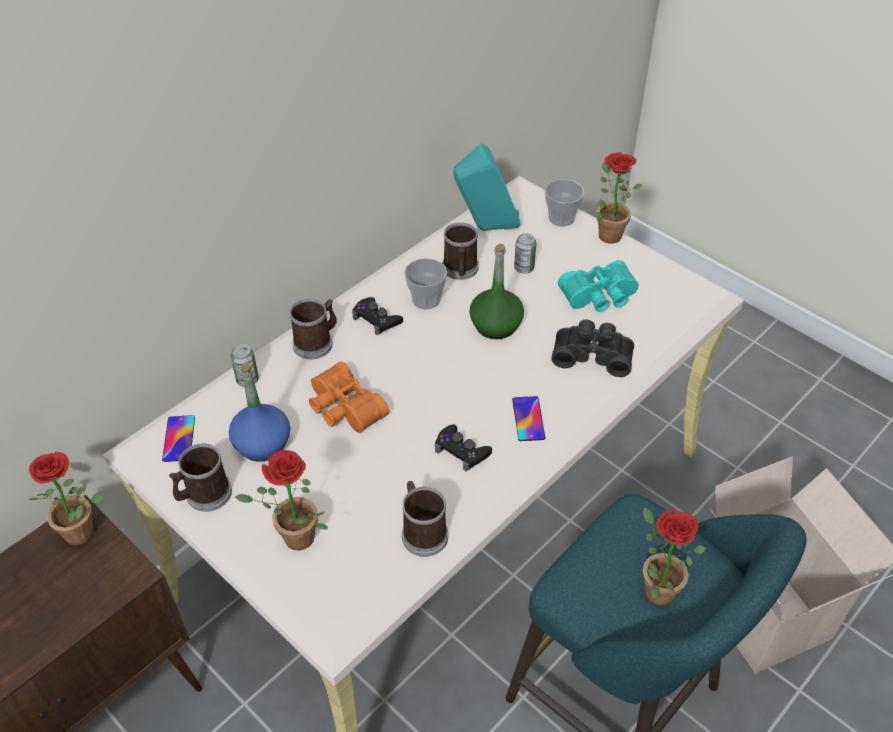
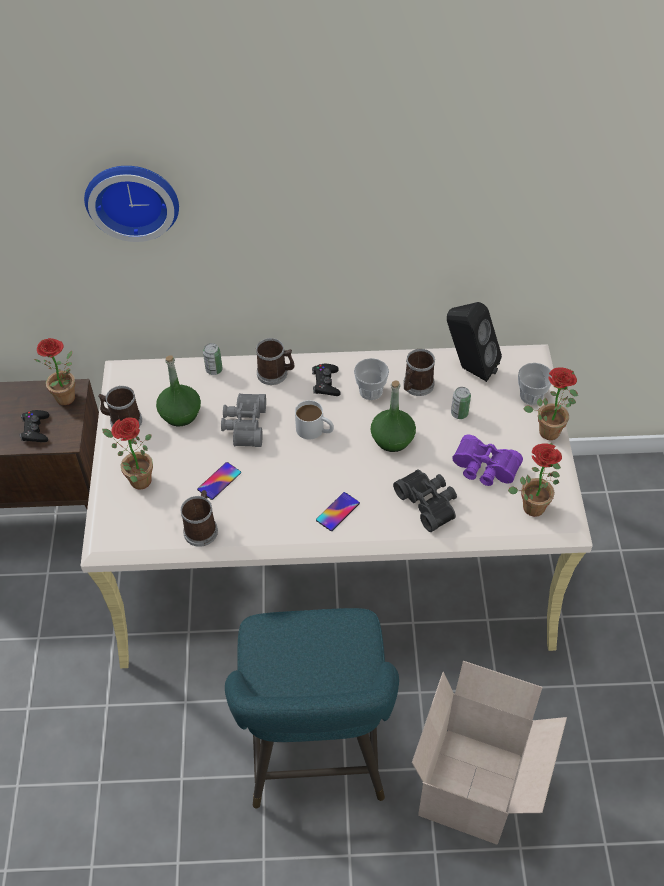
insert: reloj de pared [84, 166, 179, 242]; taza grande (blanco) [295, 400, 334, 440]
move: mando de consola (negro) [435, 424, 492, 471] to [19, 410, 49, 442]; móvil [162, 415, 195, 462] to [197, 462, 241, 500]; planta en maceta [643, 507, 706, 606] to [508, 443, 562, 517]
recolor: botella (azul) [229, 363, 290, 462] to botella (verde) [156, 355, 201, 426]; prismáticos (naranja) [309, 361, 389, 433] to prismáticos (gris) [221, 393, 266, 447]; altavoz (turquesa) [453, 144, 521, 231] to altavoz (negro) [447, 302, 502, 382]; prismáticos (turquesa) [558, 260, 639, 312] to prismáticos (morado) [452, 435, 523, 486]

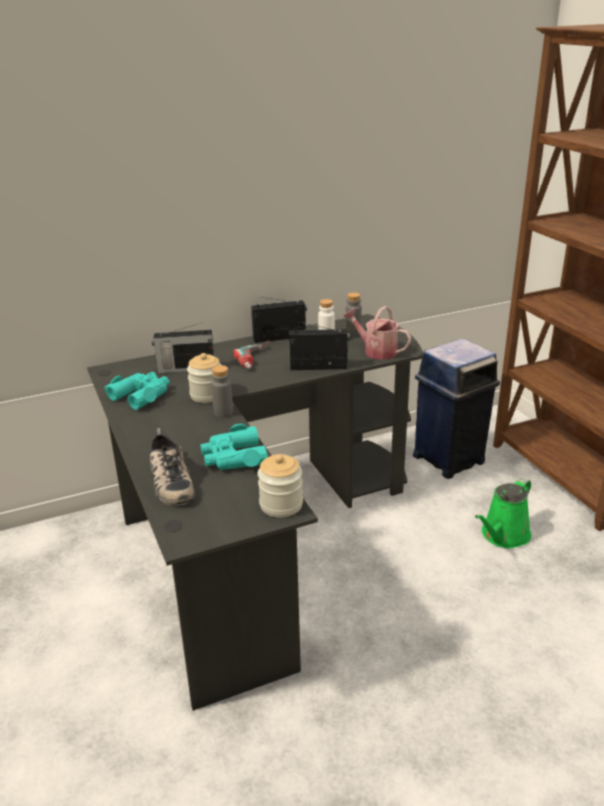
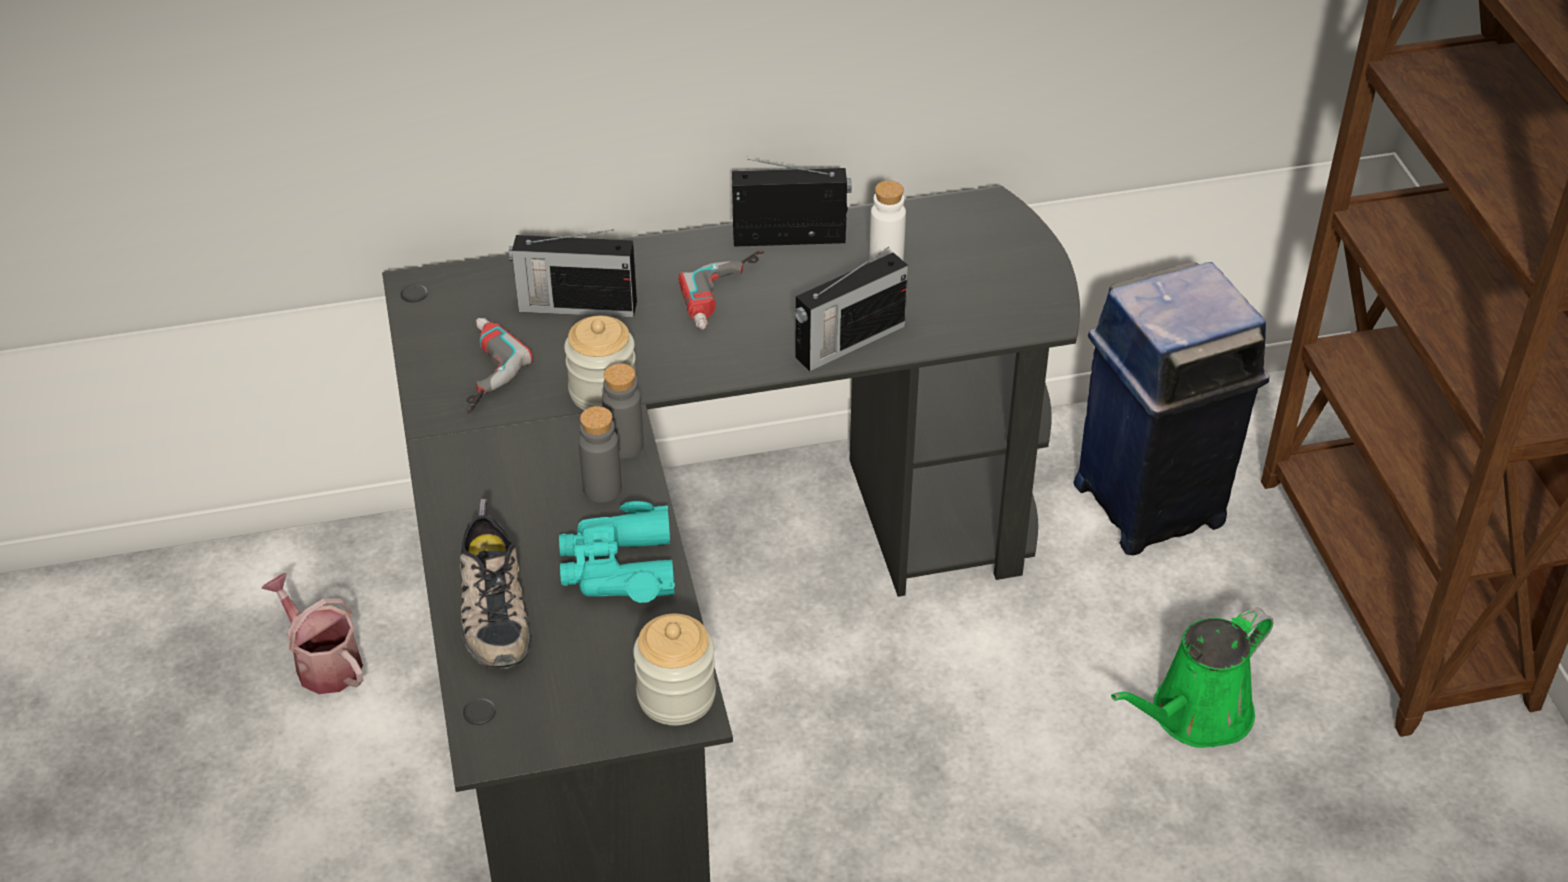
move: regadera [343, 306, 411, 360] to [261, 573, 363, 694]; botella (gris) [345, 292, 362, 336] to [579, 406, 622, 503]
replace: prismáticos (turquesa) [104, 372, 170, 410] to taladro [466, 318, 533, 414]
rotate: radio [289, 322, 350, 370] = [794, 247, 908, 371] 135 degrees clockwise

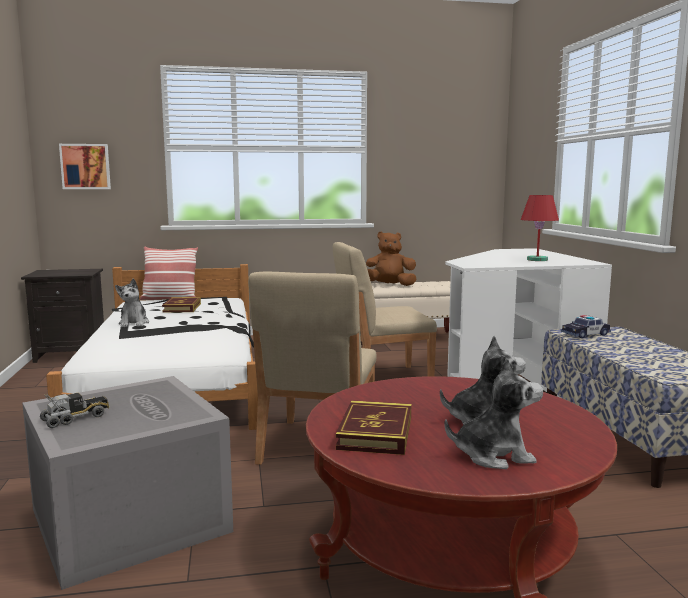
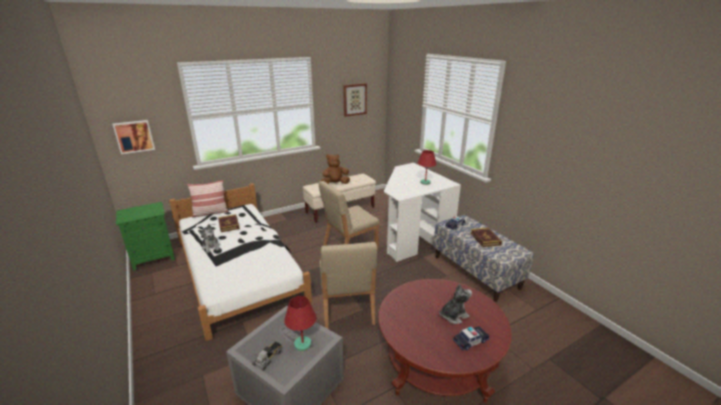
insert: lámpara de mesa (rojo) [284, 296, 317, 351]; cuadro [343, 83, 367, 117]
move: libro [336, 400, 411, 455] to [470, 227, 502, 247]
replace: peluche [444, 358, 543, 469] to coche de juguete [453, 326, 490, 350]
recolor: mesita de noche (negro) [21, 269, 104, 363] to mesita de noche (verde) [116, 202, 175, 271]

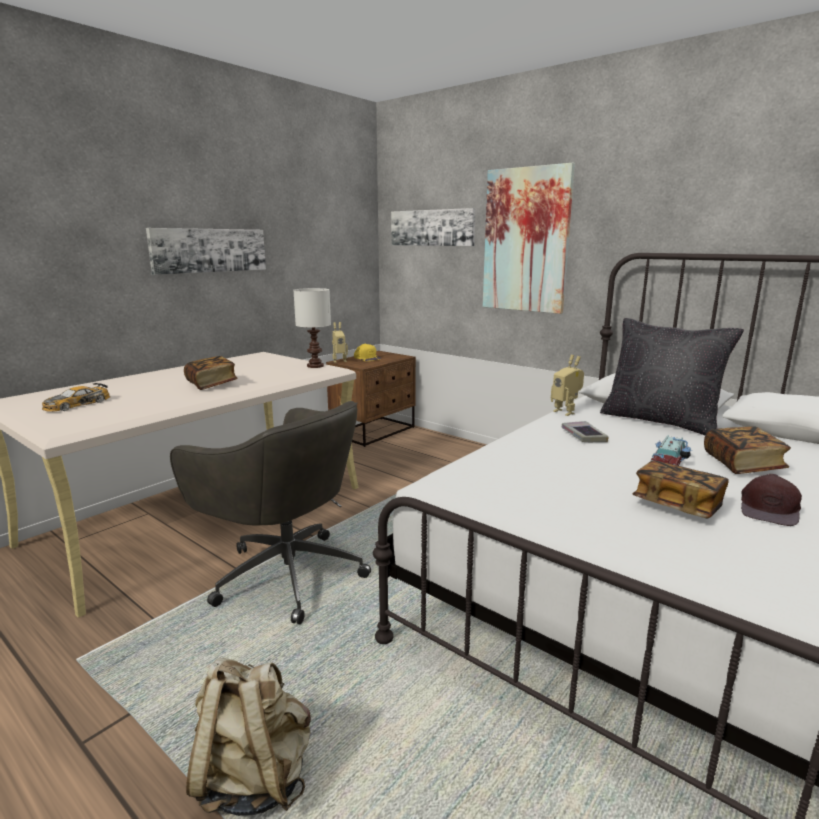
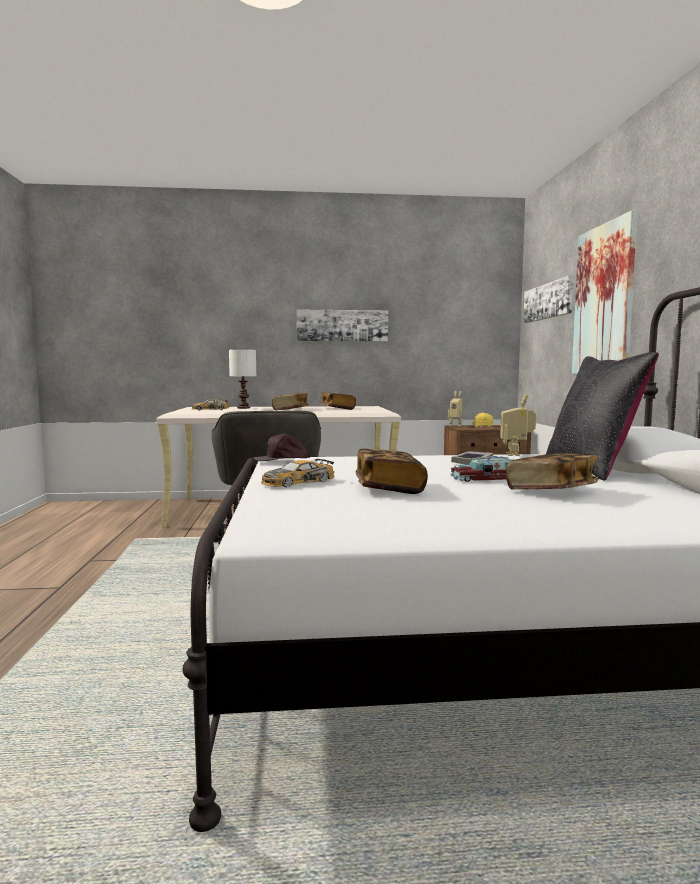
delete: mochila (beis) [186, 658, 311, 816]
insert: coche de juguete [261, 459, 335, 488]; libro [320, 392, 356, 410]
move: lámpara de mesa (blanco) [293, 288, 331, 368] to [229, 349, 256, 409]; gorra (marrón) [741, 474, 802, 526] to [254, 433, 310, 461]

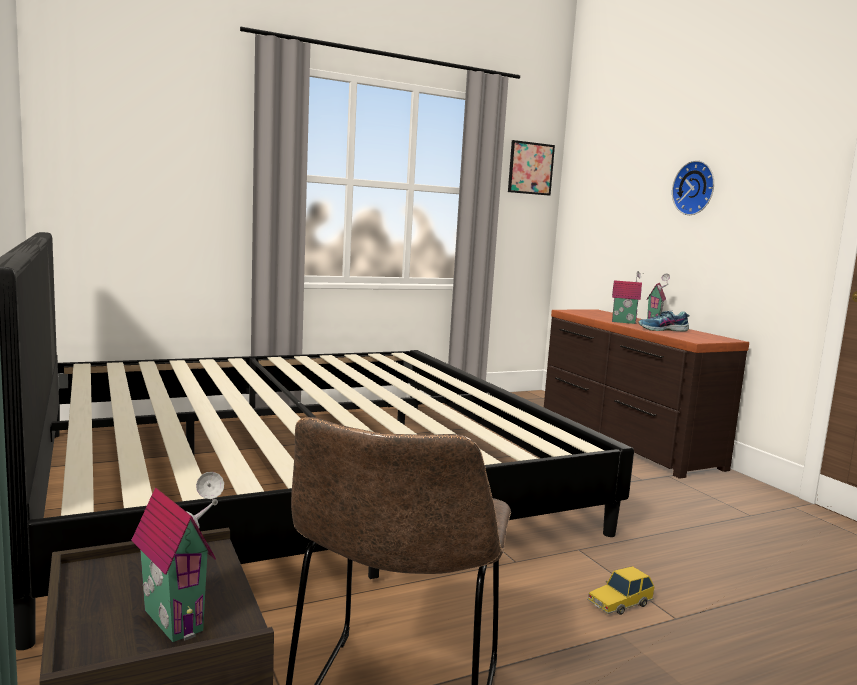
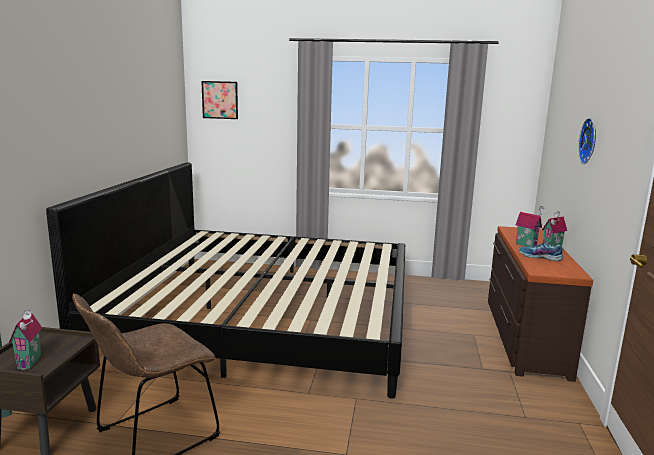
delete: coche de juguete [587, 566, 655, 615]
move: cuadro [508, 140, 555, 196] to [201, 81, 238, 119]

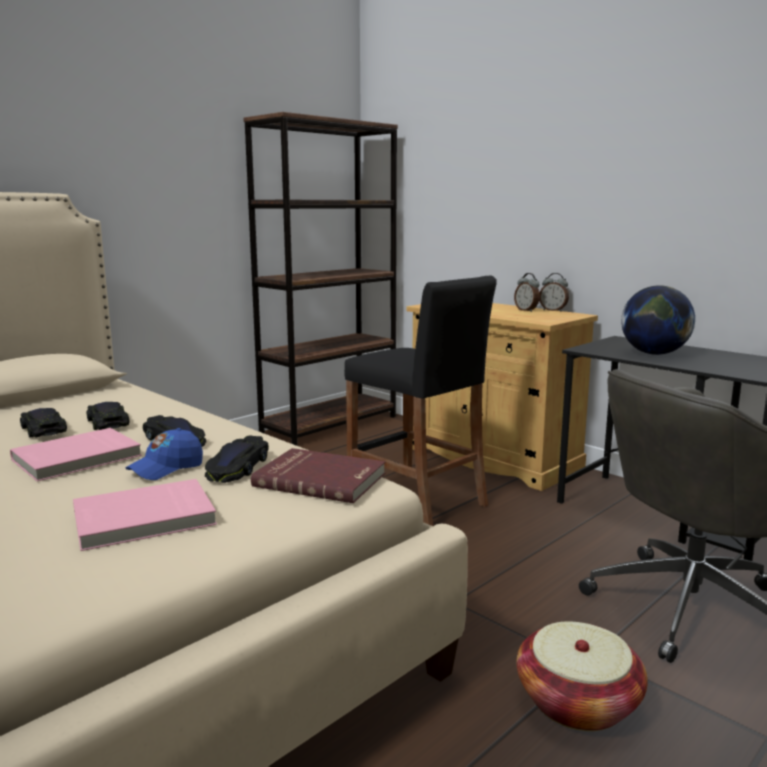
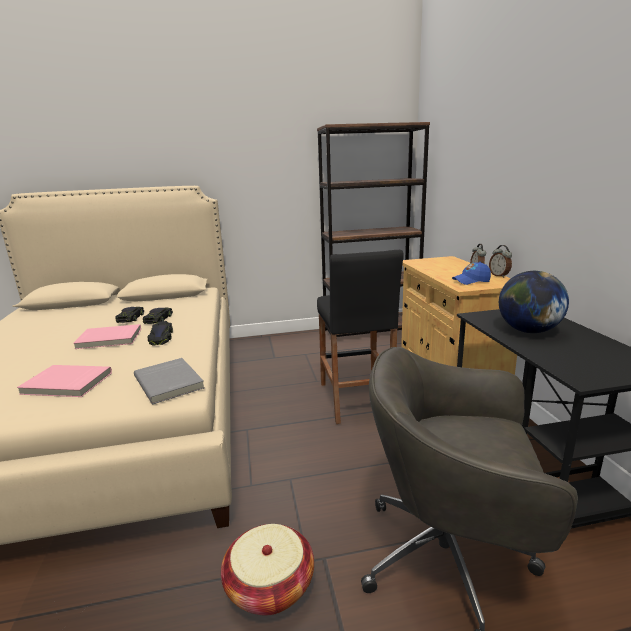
delete: coche de juguete (negro) [205, 435, 269, 483]
move: gorra (azul) [125, 428, 203, 480] to [452, 262, 491, 285]
recolor: libro (rojo) [251, 448, 385, 503] to libro (gris) [134, 358, 205, 404]

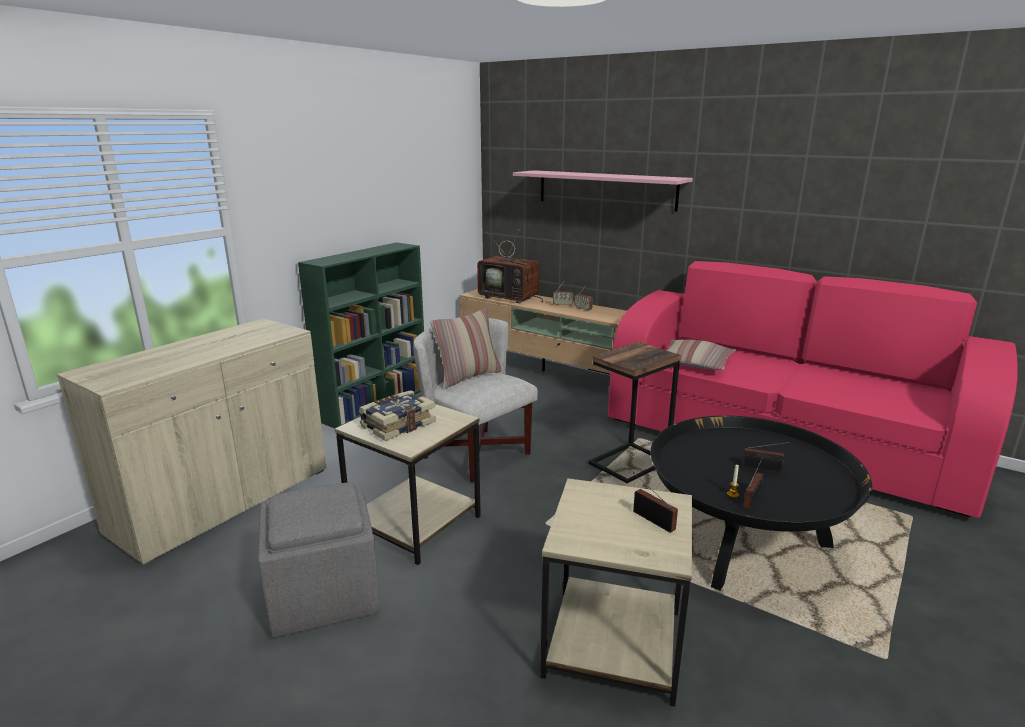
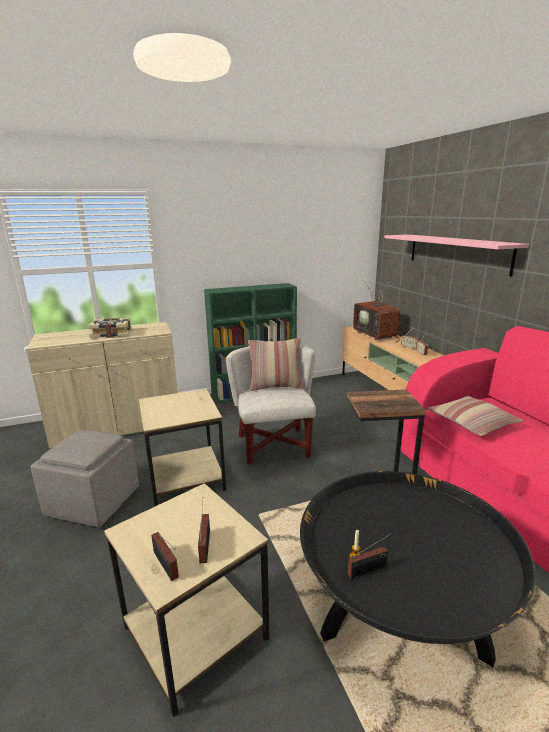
move: libro [359, 390, 436, 441] to [88, 318, 132, 338]; radio [742, 442, 791, 473] to [151, 532, 179, 581]

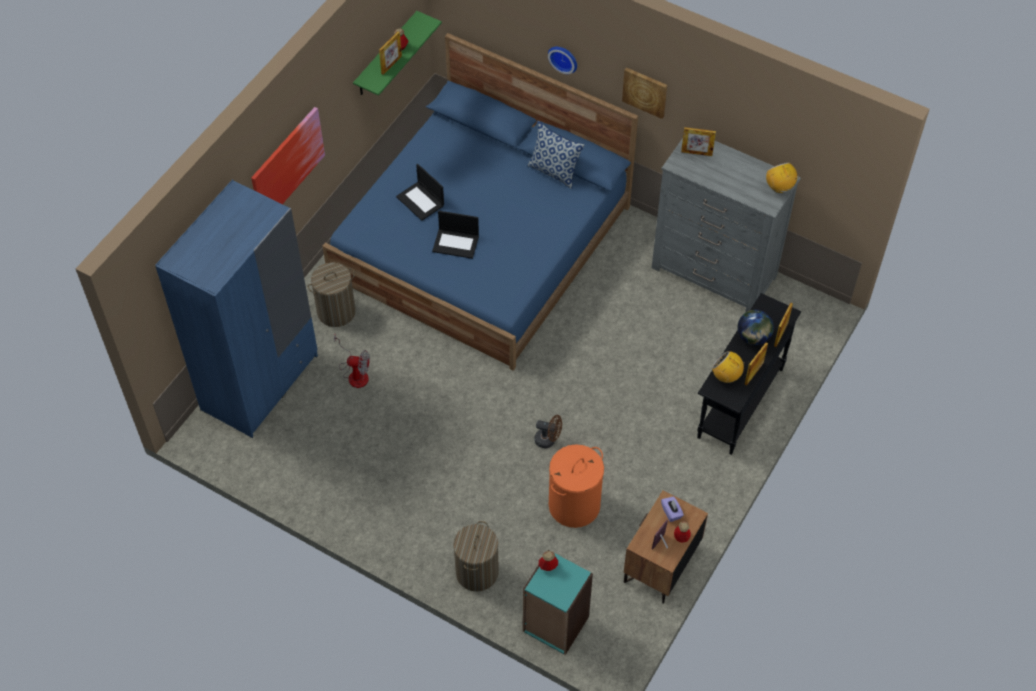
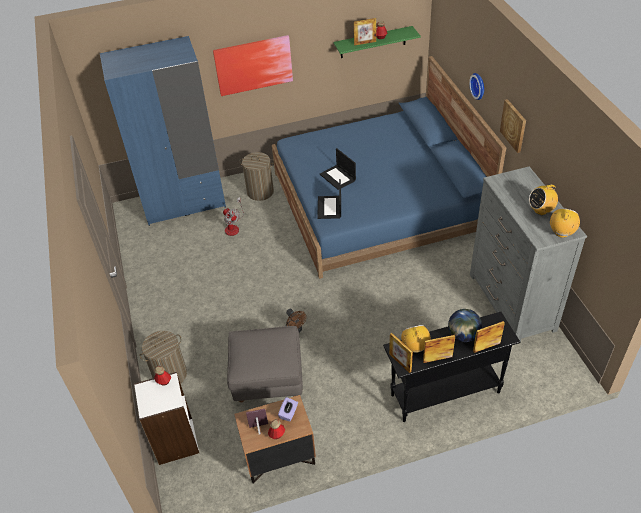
delete: cojín [527, 121, 585, 189]
insert: radio [529, 183, 558, 215]
move: portátil [396, 164, 444, 221] to [317, 179, 341, 219]; portarretratos [681, 127, 716, 156] to [389, 333, 413, 373]
replace: cesto de la ropa (naranja) [549, 444, 604, 528] to puf (gris) [227, 326, 303, 402]
recolor: estantería (turquesa) [523, 550, 593, 655] to estantería (blanco) [134, 372, 199, 465]

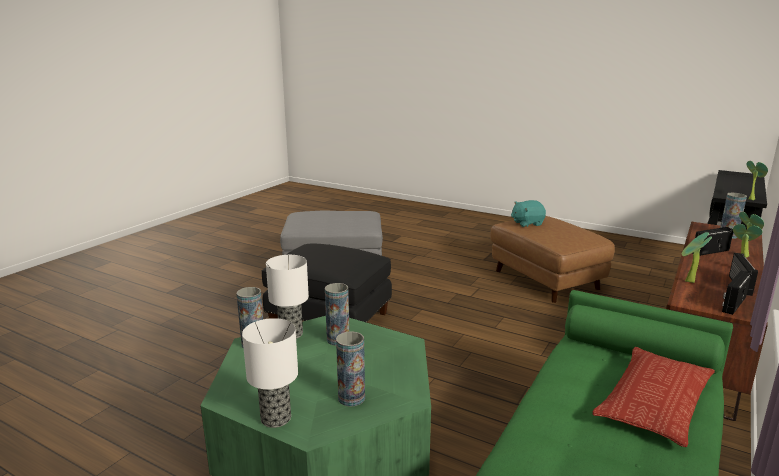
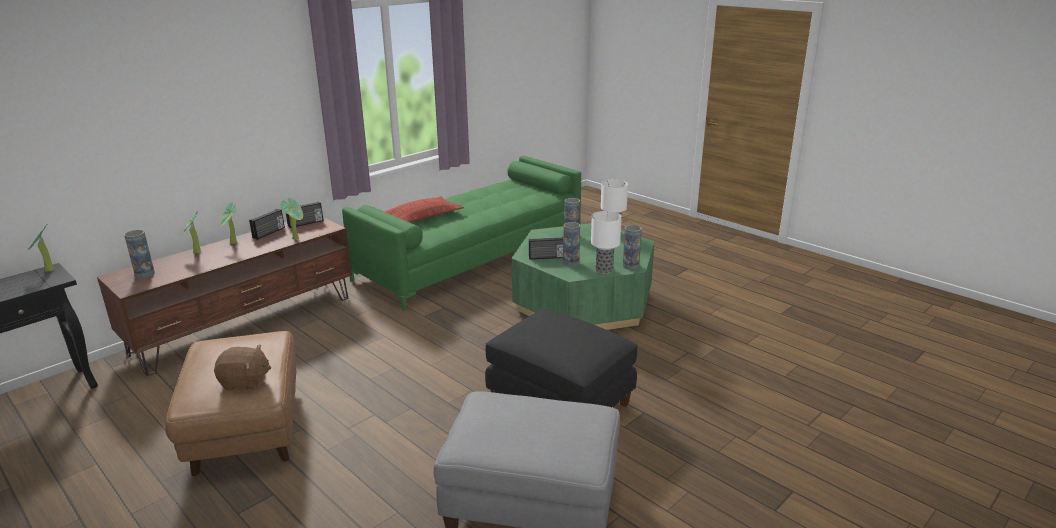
move: radio [693, 227, 733, 256] to [529, 237, 563, 260]
recolor: peluche (turquesa) [511, 200, 546, 227] to peluche (marrón) [214, 345, 271, 390]

